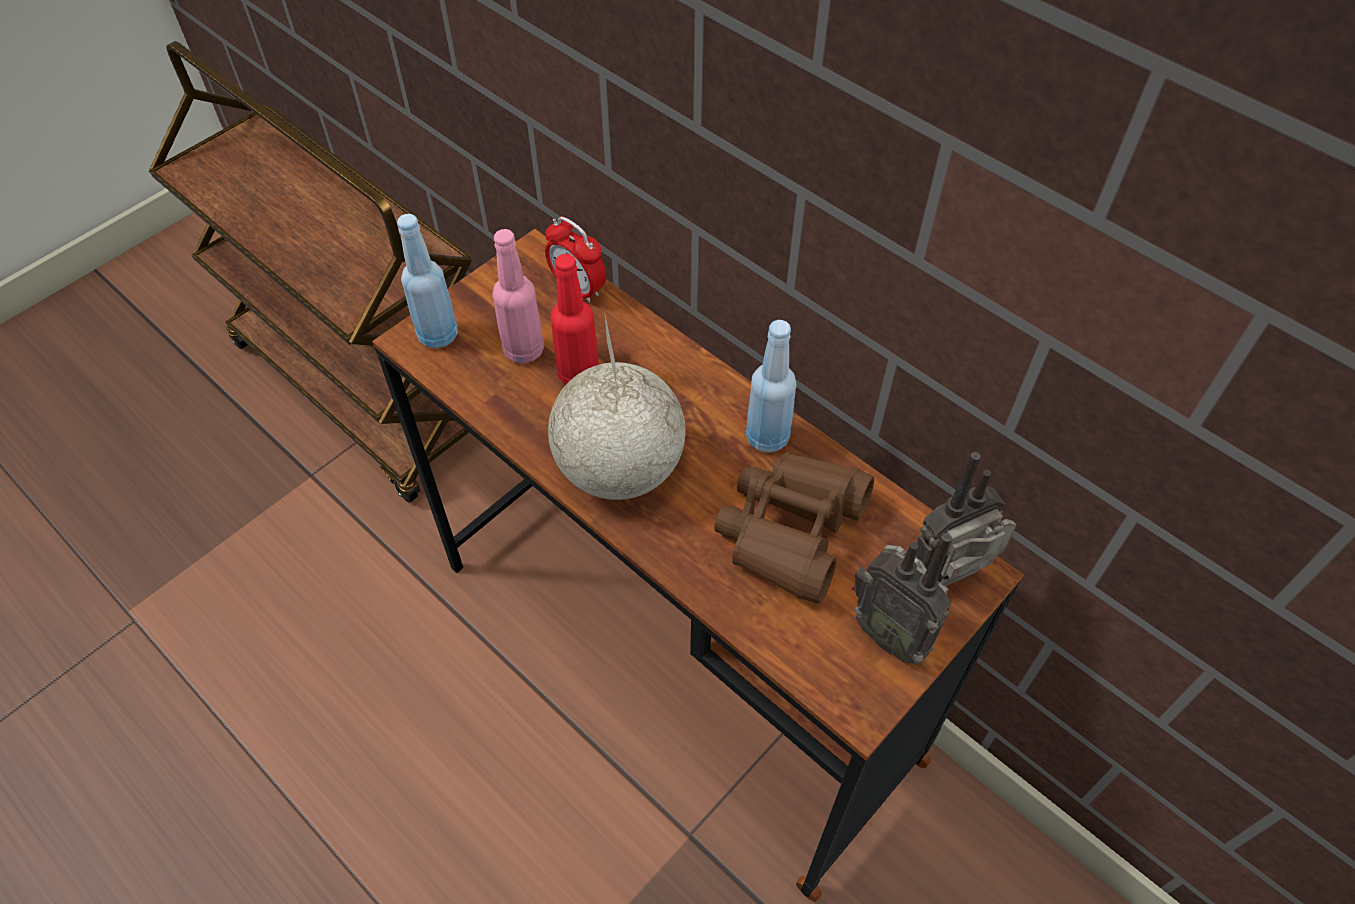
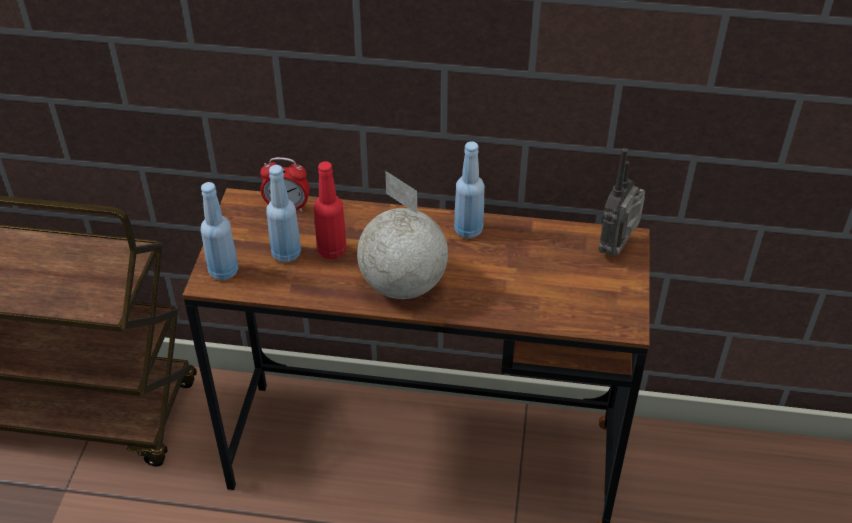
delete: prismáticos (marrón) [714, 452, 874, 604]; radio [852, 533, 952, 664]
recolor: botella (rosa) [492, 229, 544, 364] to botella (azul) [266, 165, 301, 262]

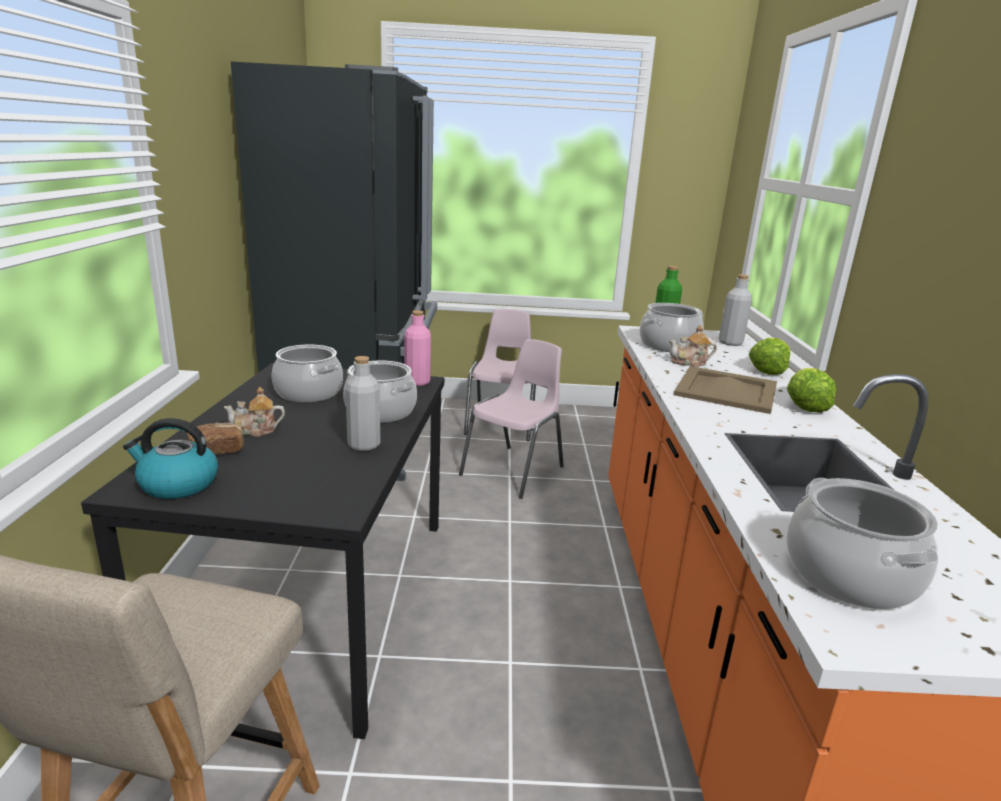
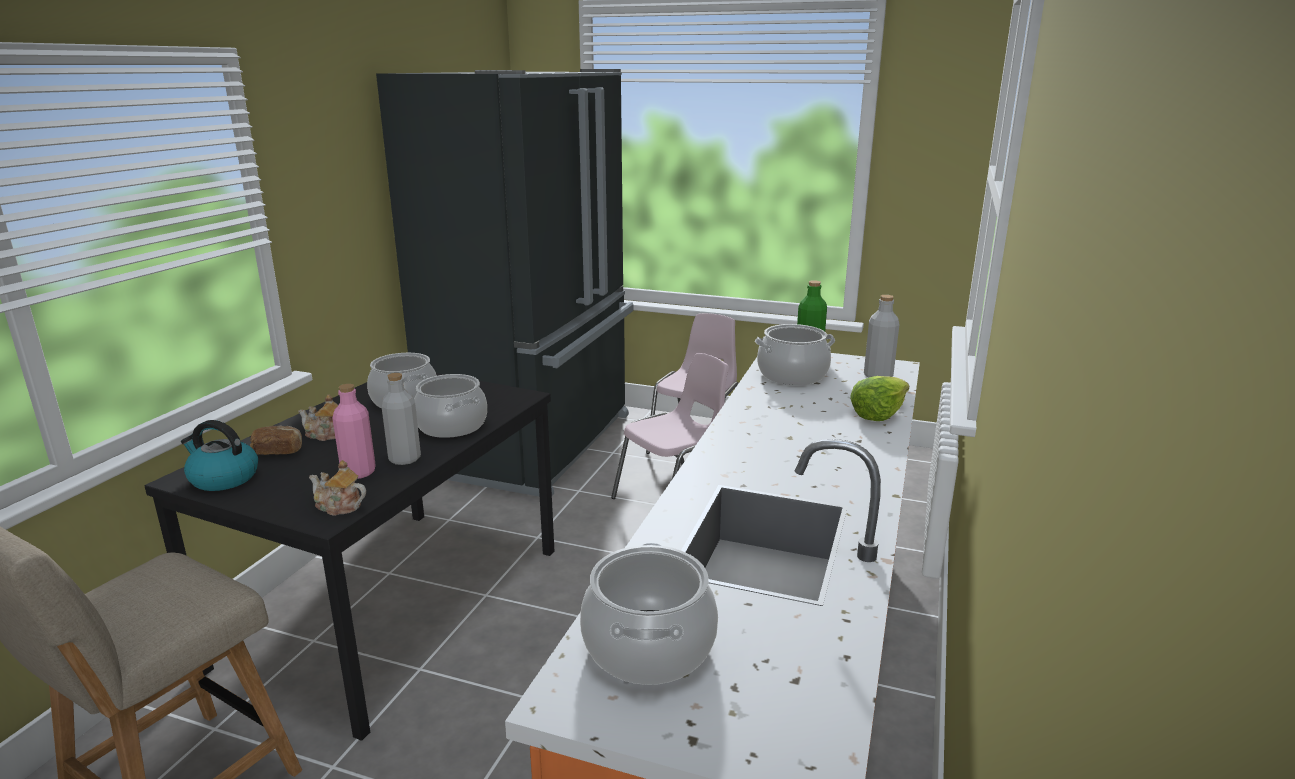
delete: bandeja (beis) [674, 366, 777, 414]; lechuga [787, 368, 836, 412]
move: tetera [669, 325, 717, 367] to [309, 460, 366, 516]; botella (rosa) [404, 310, 431, 386] to [332, 384, 376, 479]

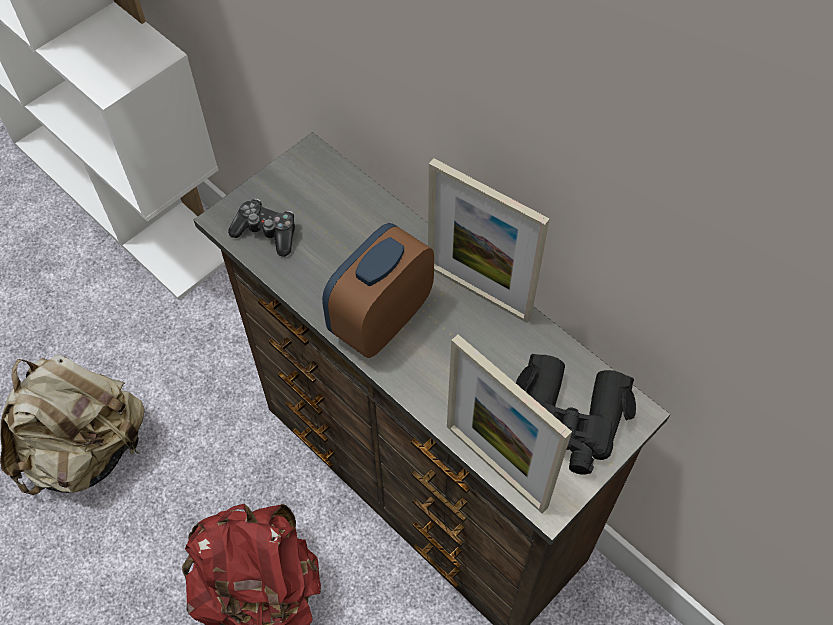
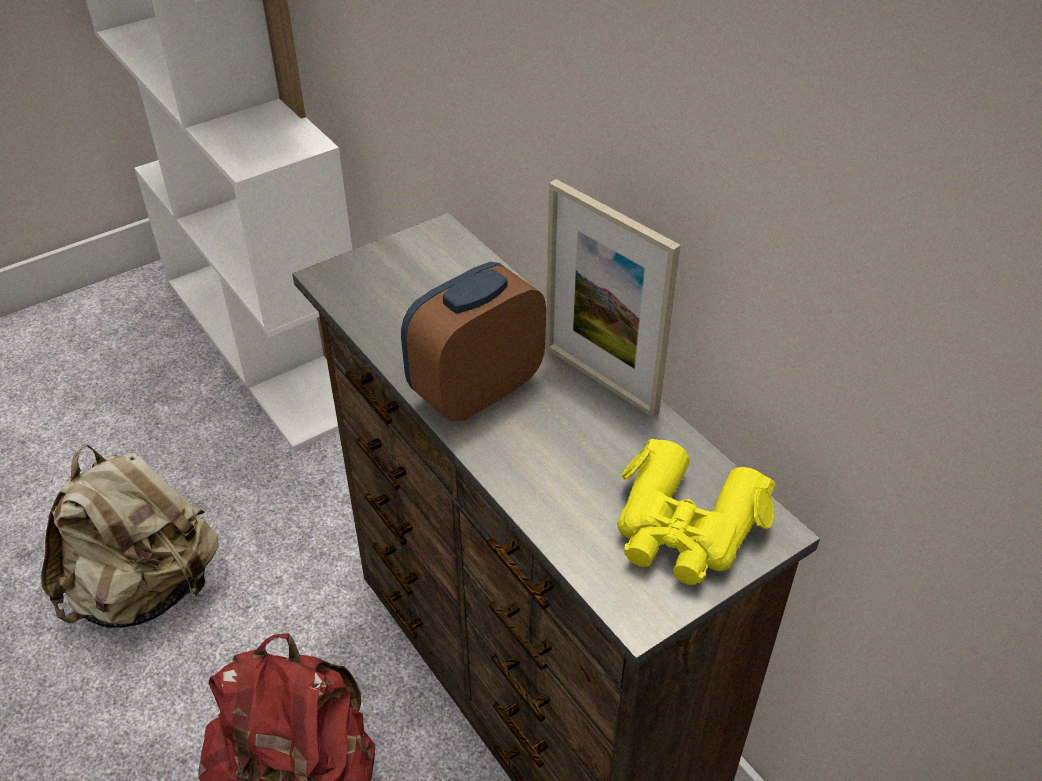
delete: mando de consola [228, 199, 295, 257]; portarretratos [447, 334, 572, 514]
recolor: prismáticos (negro) [516, 354, 636, 475] to prismáticos (amarillo) [617, 439, 775, 585]

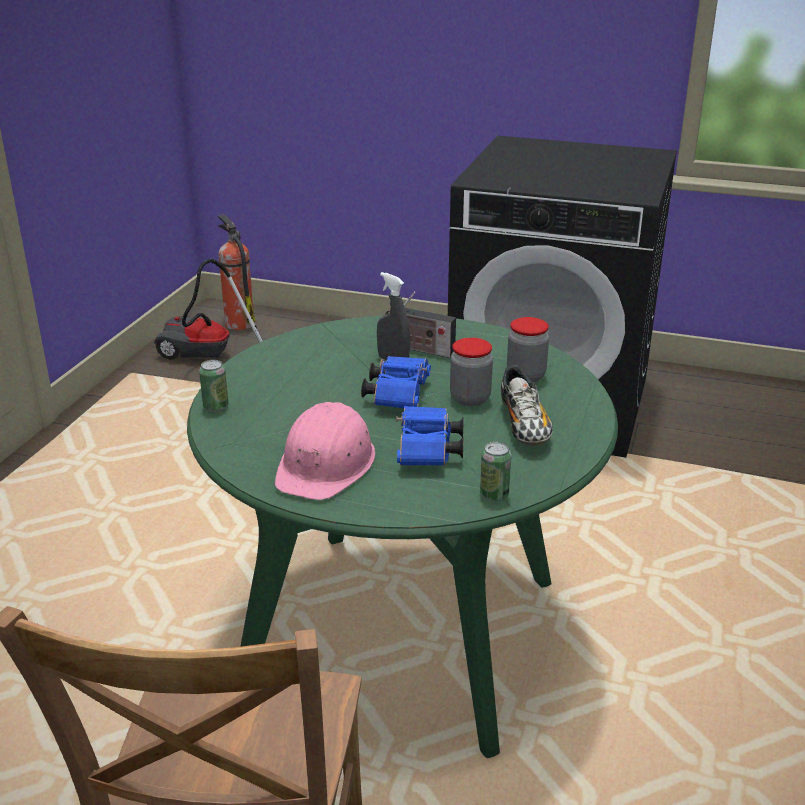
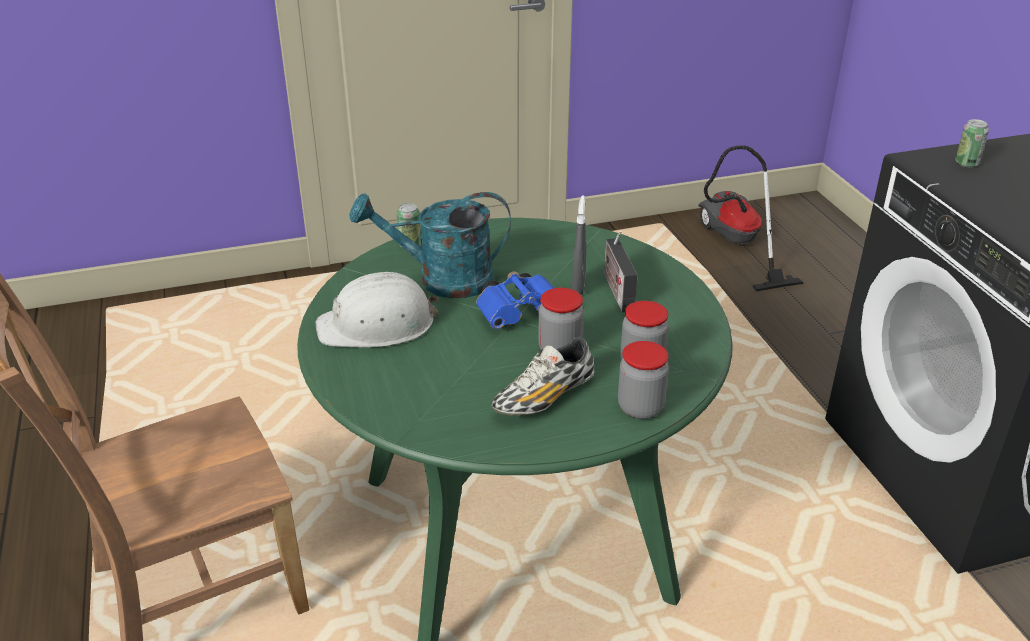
delete: extintor [218, 215, 255, 330]; prismáticos (azul) [396, 406, 464, 466]
insert: regadera (turquesa) [350, 192, 511, 298]; tarro [618, 341, 669, 419]
move: lata [480, 442, 511, 501] to [955, 119, 989, 167]
recolor: casco (rosa) [275, 402, 376, 500] to casco (blanco) [315, 272, 439, 348]

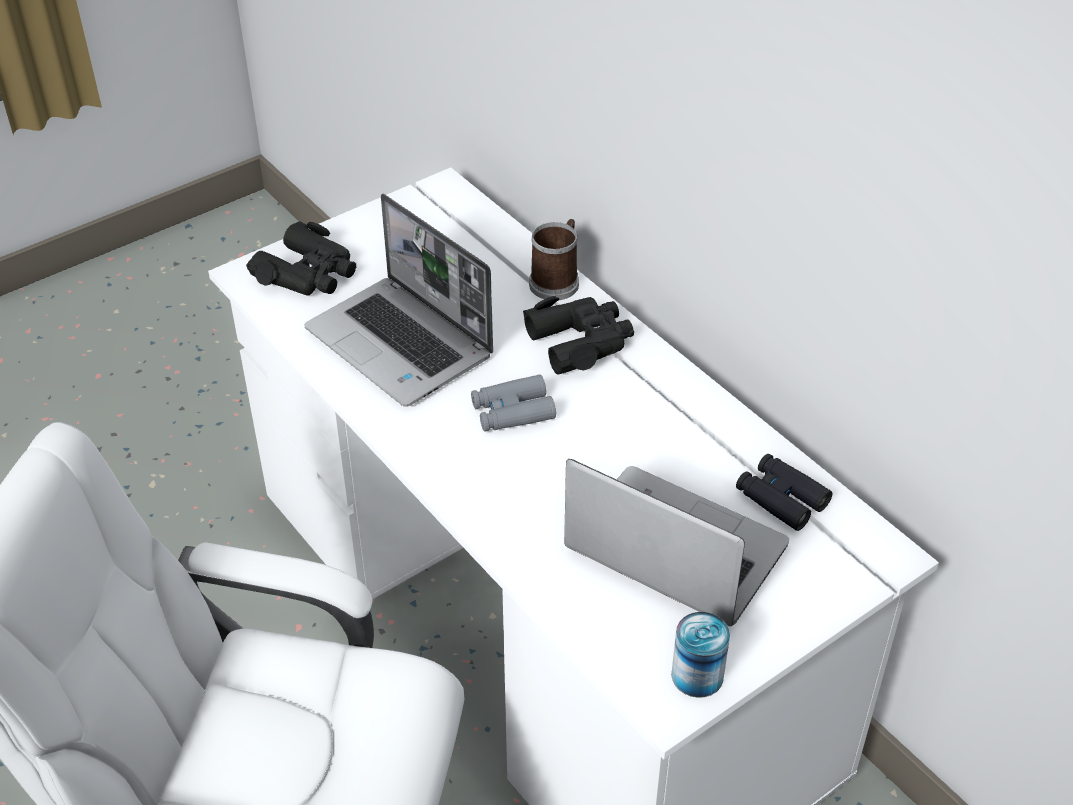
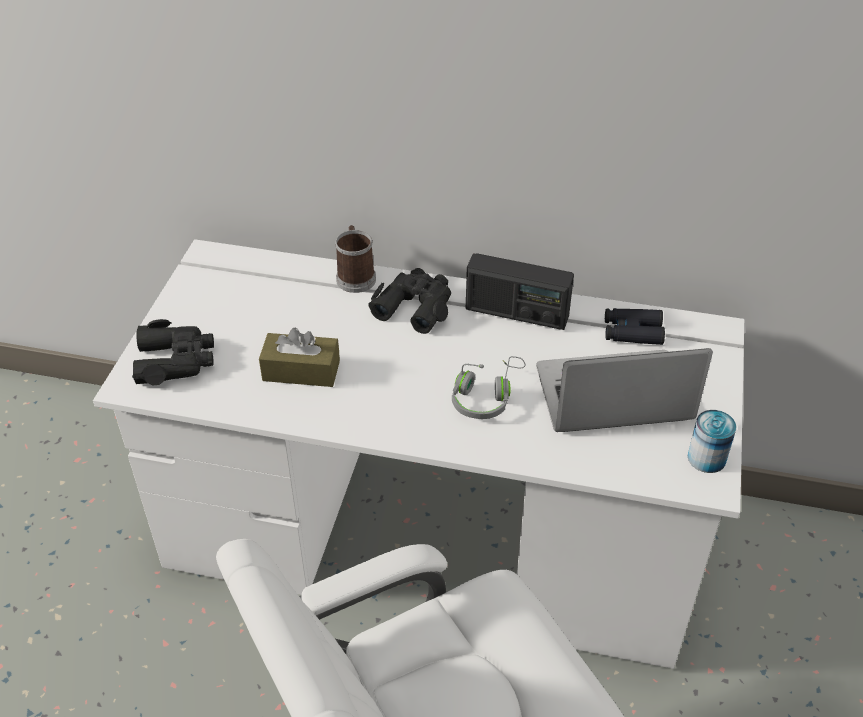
delete: prismáticos (gris) [471, 374, 556, 432]
insert: auriculares (gris) [452, 356, 525, 419]; radio [466, 253, 574, 330]
replace: portátil [304, 194, 493, 407] to caja de pañuelos (marrón) [259, 327, 340, 387]

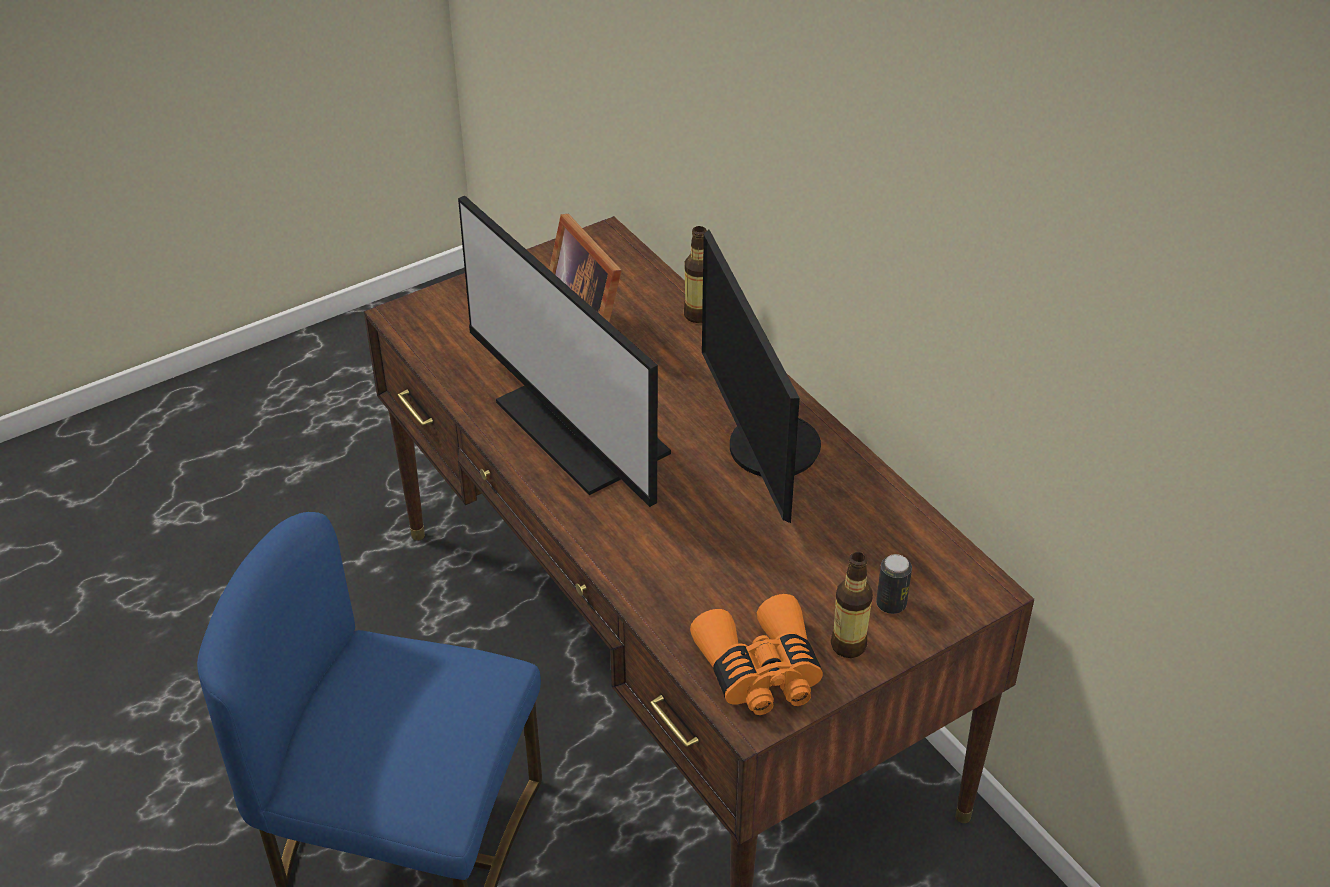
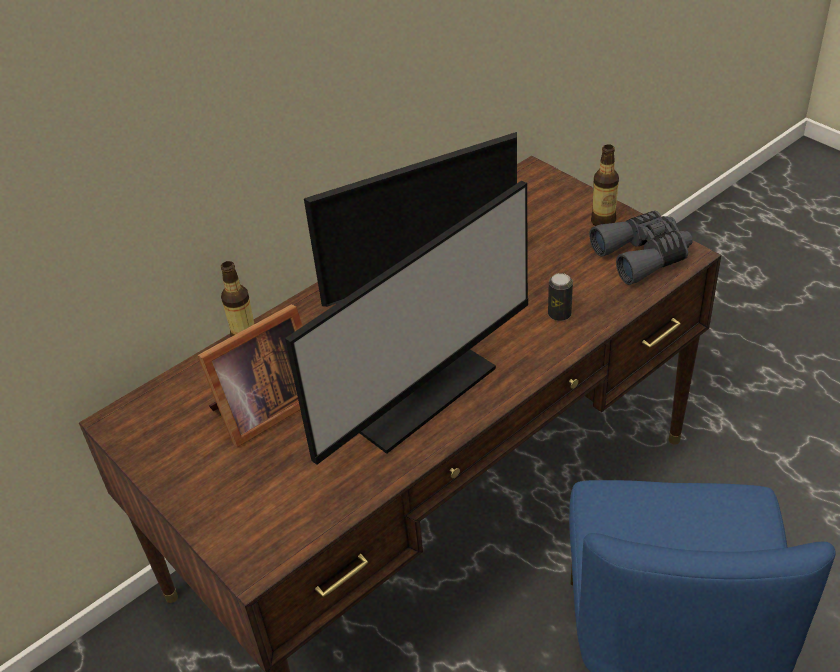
move: lata [876, 554, 912, 614] to [548, 273, 573, 321]
recolor: prismáticos (naranja) [690, 594, 823, 715] to prismáticos (gris) [589, 211, 693, 285]

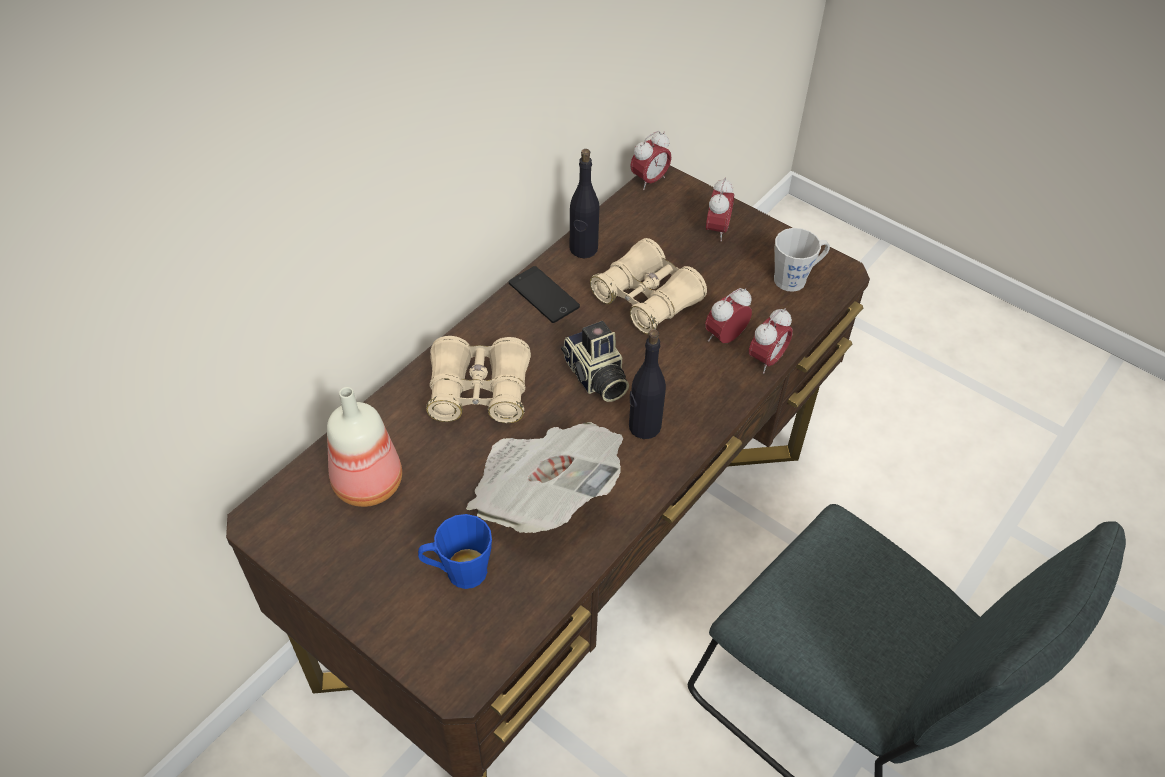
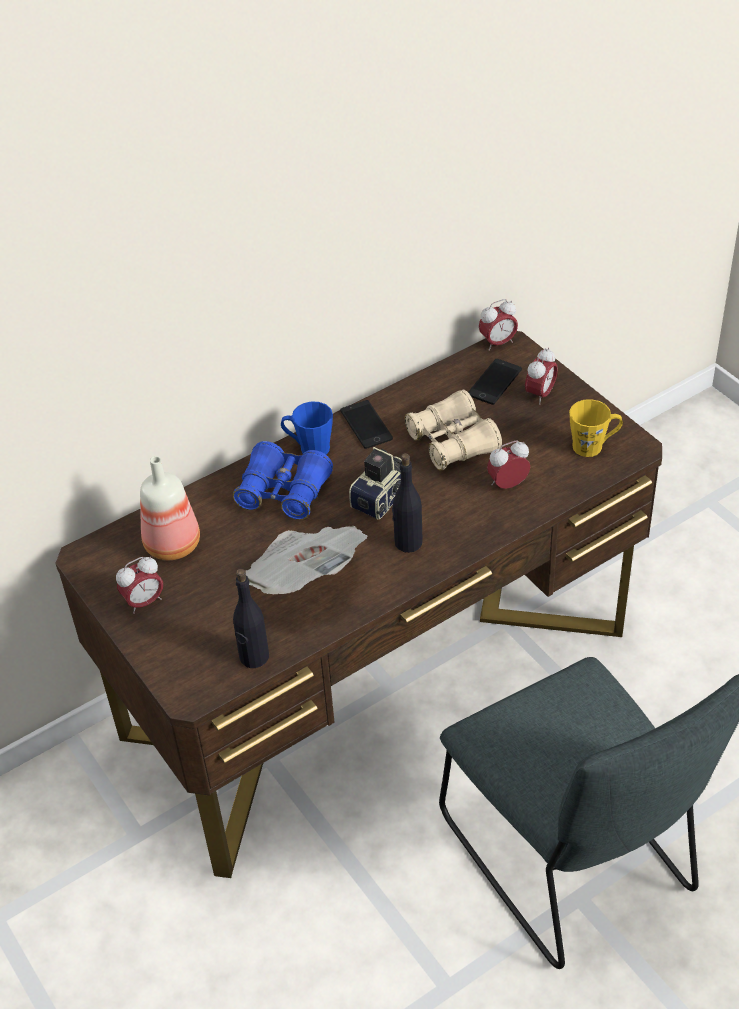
insert: móvil [468, 359, 522, 405]
move: despertador [749, 308, 793, 374] to [116, 557, 163, 614]; botella (negro) [570, 149, 599, 259] to [233, 569, 269, 668]; taza grande (azul) [418, 514, 492, 589] to [281, 401, 333, 454]
recolor: prismáticos (beis) [426, 336, 531, 423] to prismáticos (azul) [233, 441, 333, 520]; taza grande (gris) [774, 228, 830, 292] to taza grande (amarillo) [569, 399, 623, 457]
rotate: cámara [561, 321, 629, 402] = [349, 447, 402, 520] 135 degrees counterclockwise

